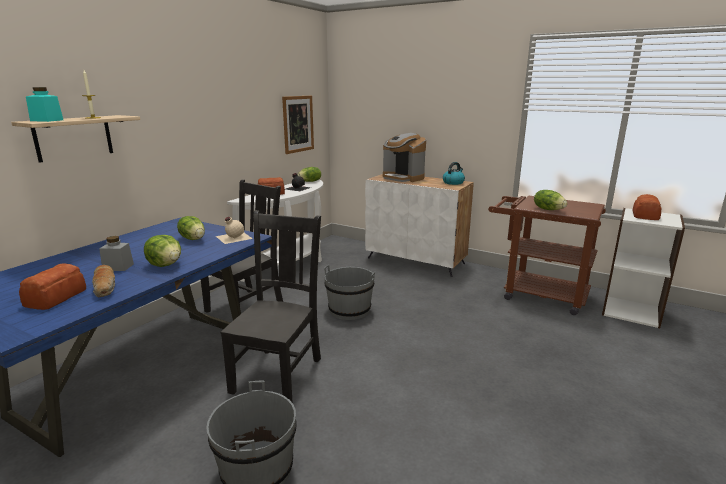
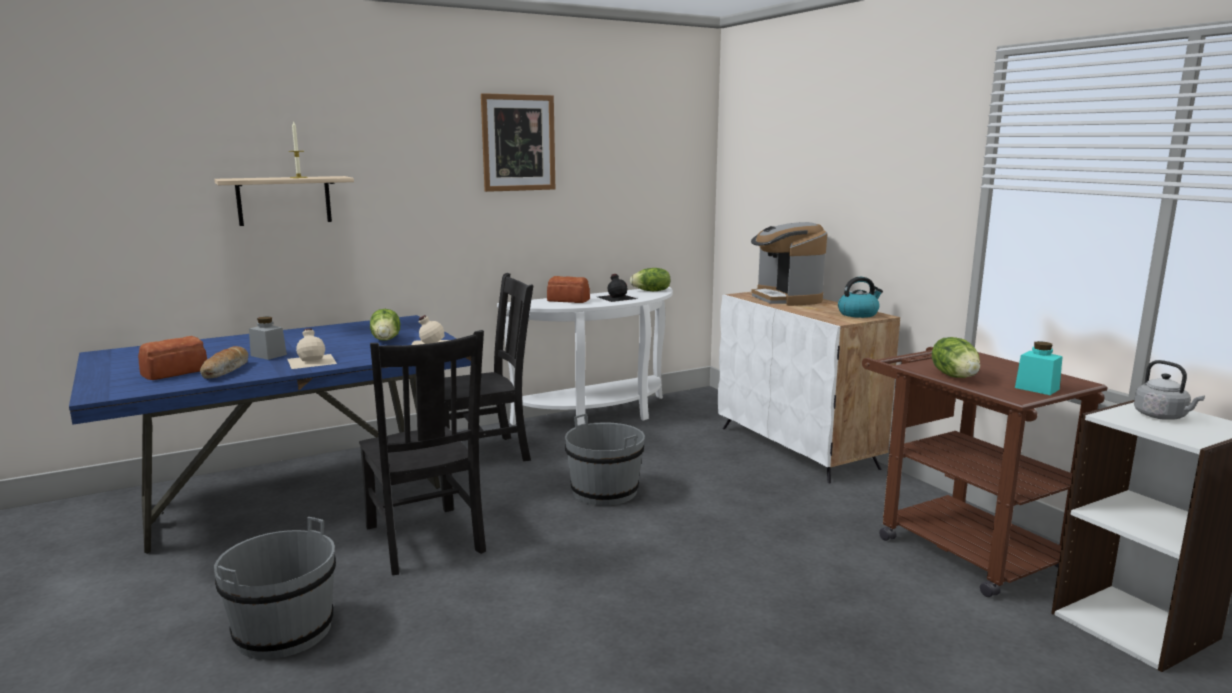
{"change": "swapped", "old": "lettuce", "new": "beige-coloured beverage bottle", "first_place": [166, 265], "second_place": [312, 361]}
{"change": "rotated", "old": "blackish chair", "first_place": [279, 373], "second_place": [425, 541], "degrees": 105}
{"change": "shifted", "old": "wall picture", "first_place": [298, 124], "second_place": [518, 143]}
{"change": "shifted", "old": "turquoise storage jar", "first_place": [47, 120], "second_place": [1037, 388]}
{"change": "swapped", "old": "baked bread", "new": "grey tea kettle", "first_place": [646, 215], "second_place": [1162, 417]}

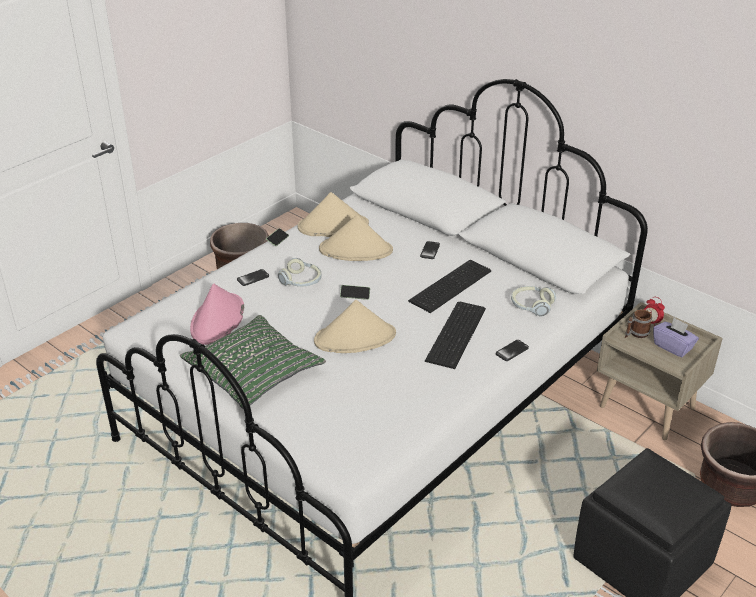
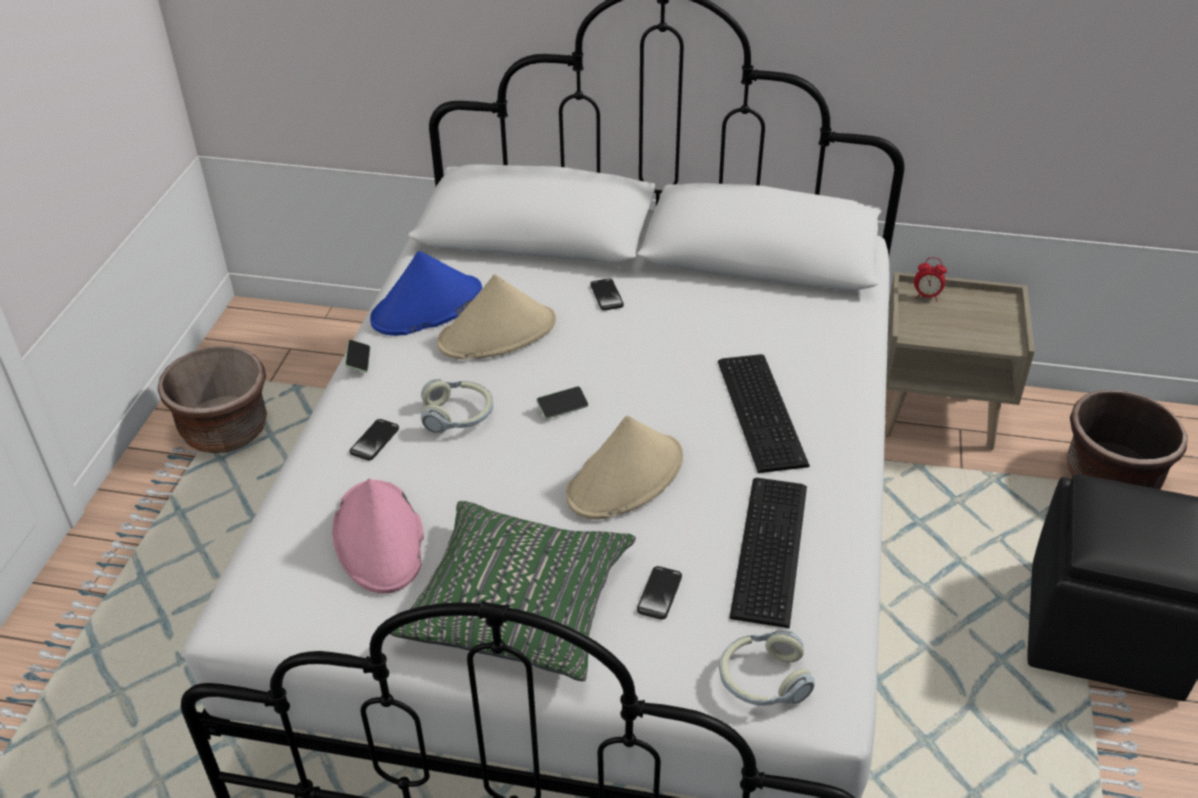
{"change": "repainted", "old": "beige-coloured clothing hat", "new": "blue clothing hat", "first_place": [333, 226], "second_place": [427, 307]}
{"change": "shifted", "old": "telephone", "first_place": [512, 351], "second_place": [659, 594]}
{"change": "shifted", "old": "headphones", "first_place": [531, 306], "second_place": [762, 680]}
{"change": "shifted", "old": "keyboard", "first_place": [448, 286], "second_place": [766, 551]}
{"change": "gone", "old": "coffee mug", "first_place": [636, 334]}
{"change": "gone", "old": "purplish tissue box", "first_place": [673, 347]}

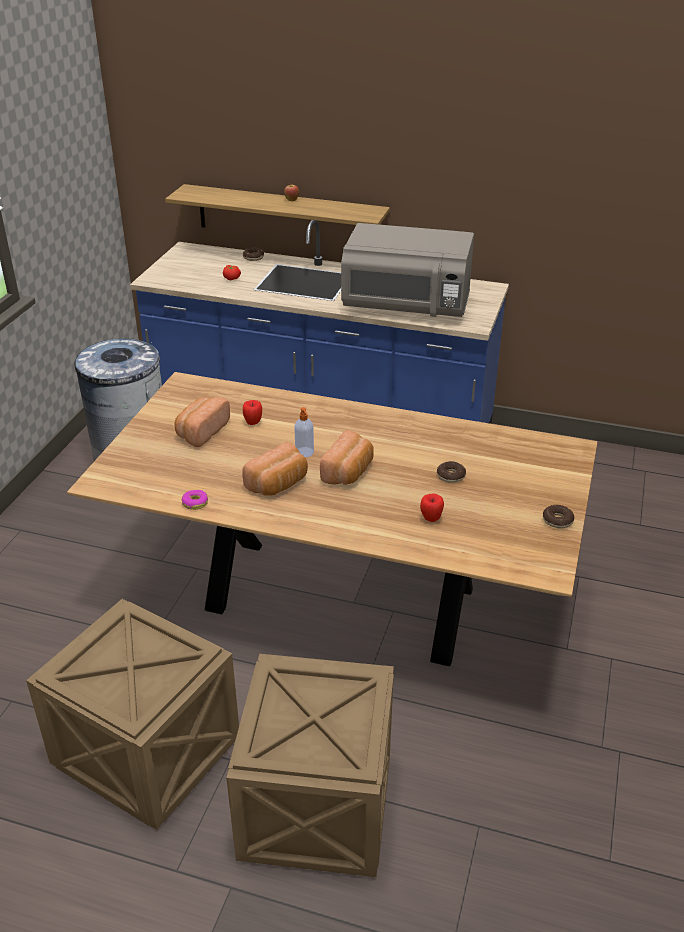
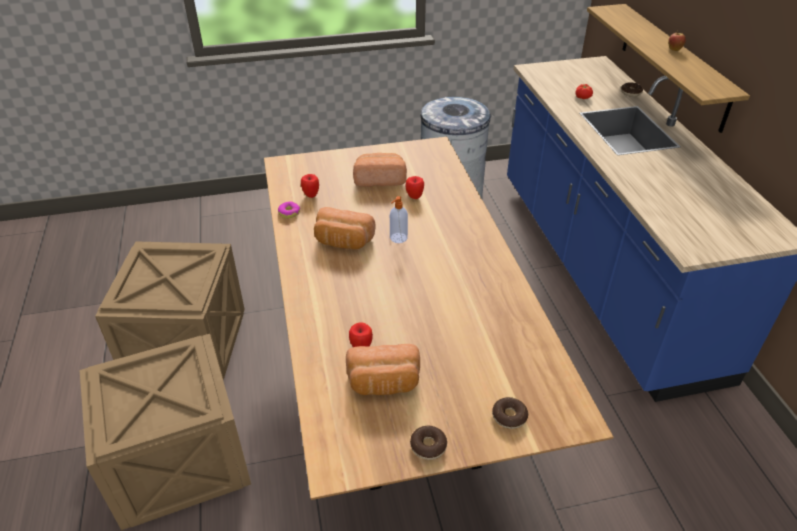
{"change": "new", "new": "apple fruit", "second_place": [311, 195]}
{"change": "shifted", "old": "baked bread", "first_place": [349, 472], "second_place": [384, 384]}
{"change": "shifted", "old": "donut", "first_place": [451, 476], "second_place": [509, 416]}
{"change": "gone", "old": "grey microwave oven", "first_place": [406, 306]}

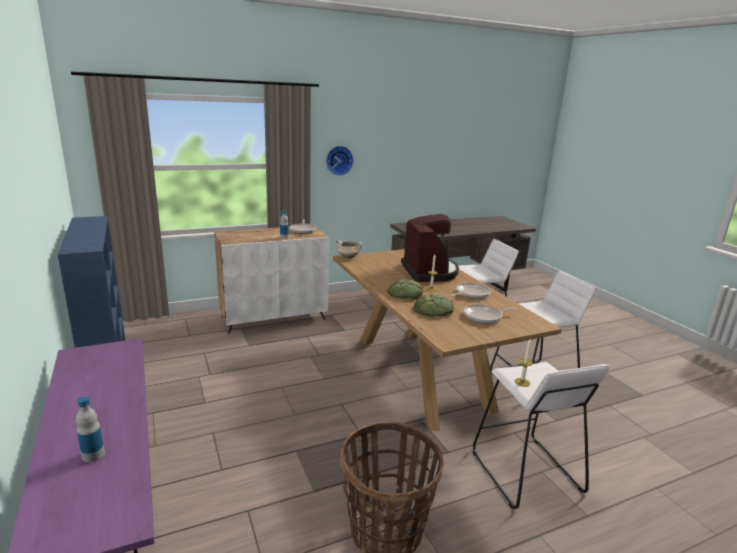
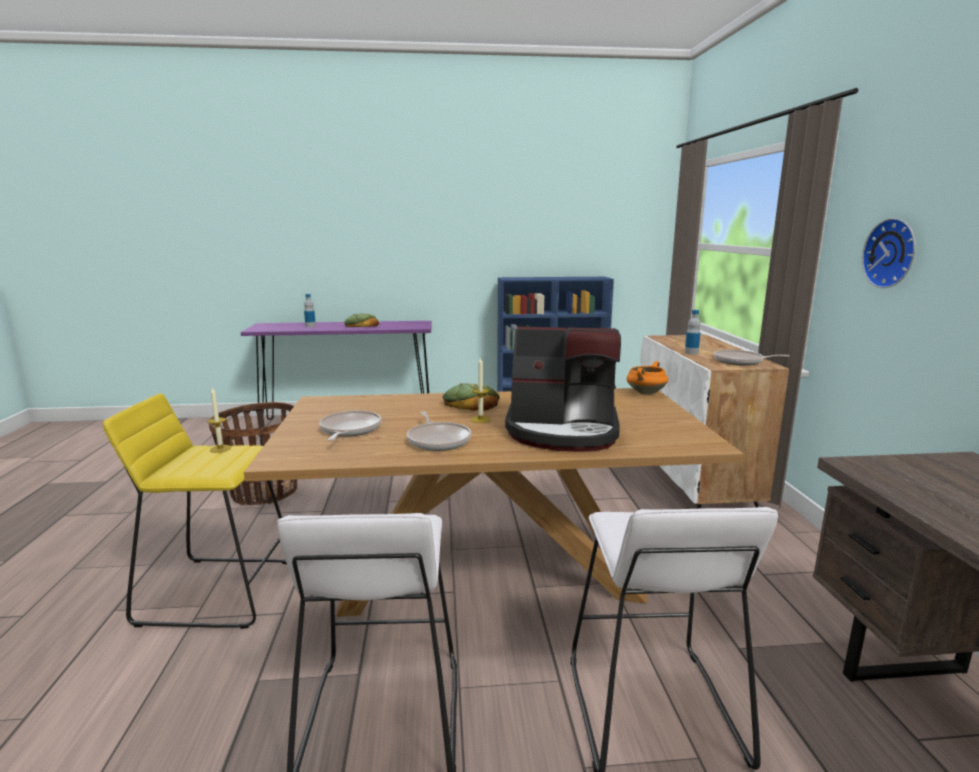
{"change": "repainted", "old": "white sitting stool", "new": "yellow sitting stool", "first_place": [525, 472], "second_place": [219, 590]}
{"change": "shifted", "old": "baked bread", "first_place": [433, 310], "second_place": [361, 325]}
{"change": "repainted", "old": "beige-coloured saucepot", "new": "orange-coloured saucepot", "first_place": [347, 257], "second_place": [645, 393]}

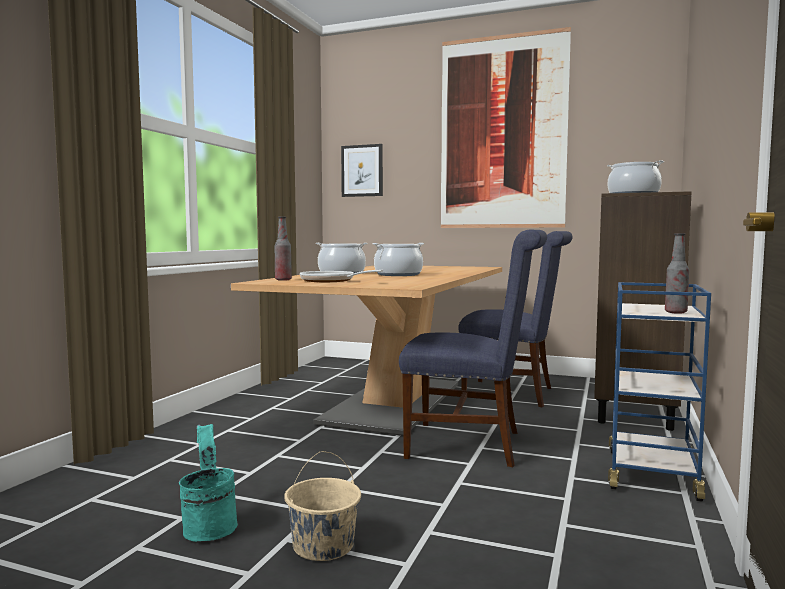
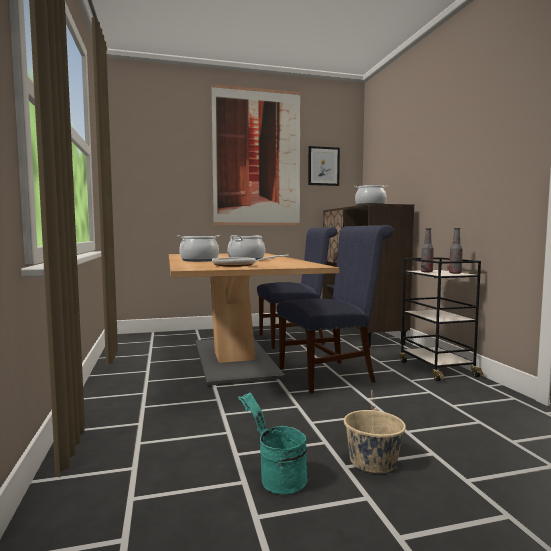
{"change": "shifted", "old": "wall picture", "first_place": [362, 170], "second_place": [323, 166]}
{"change": "repainted", "old": "blue cart", "new": "blackish cart", "first_place": [651, 473], "second_place": [436, 368]}
{"change": "shifted", "old": "beverage bottle", "first_place": [283, 280], "second_place": [426, 272]}

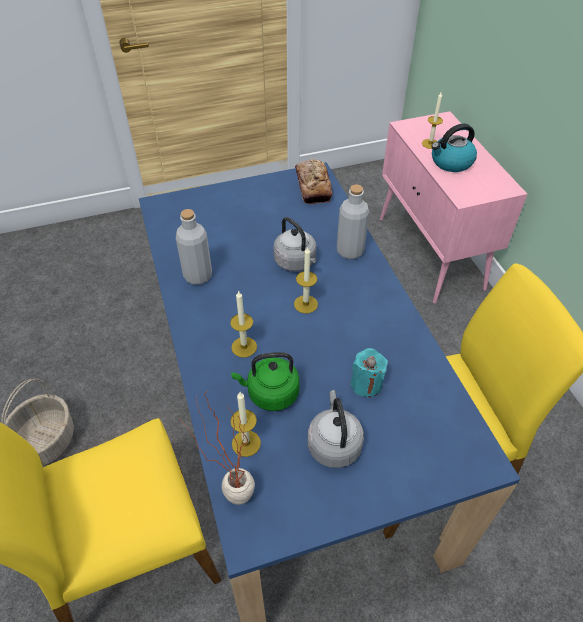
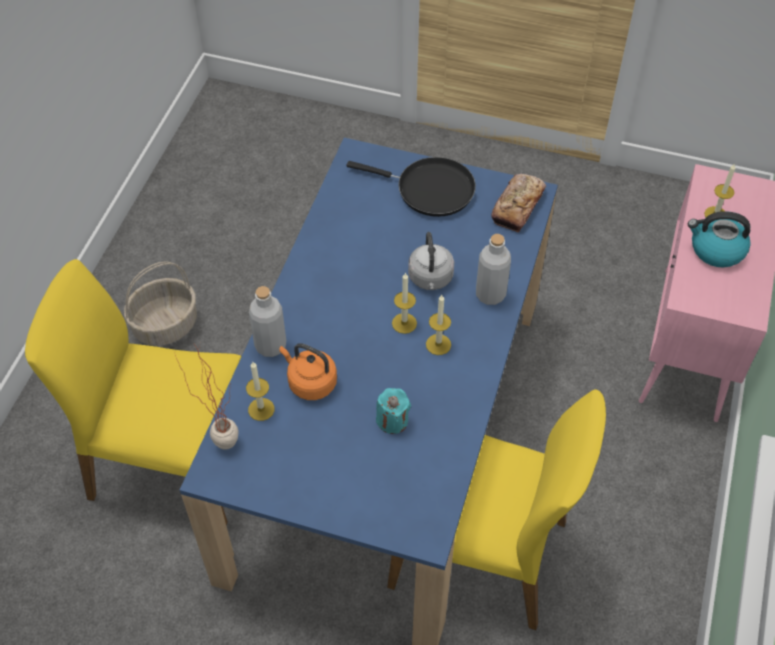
{"change": "shifted", "old": "grey beverage bottle", "first_place": [198, 276], "second_place": [270, 345]}
{"change": "repainted", "old": "green-coloured tea kettle", "new": "orange-coloured tea kettle", "first_place": [270, 393], "second_place": [310, 382]}
{"change": "new", "new": "blackish pan", "second_place": [429, 189]}
{"change": "shifted", "old": "candle", "first_place": [244, 347], "second_place": [438, 344]}
{"change": "gone", "old": "grey tea kettle", "first_place": [333, 443]}

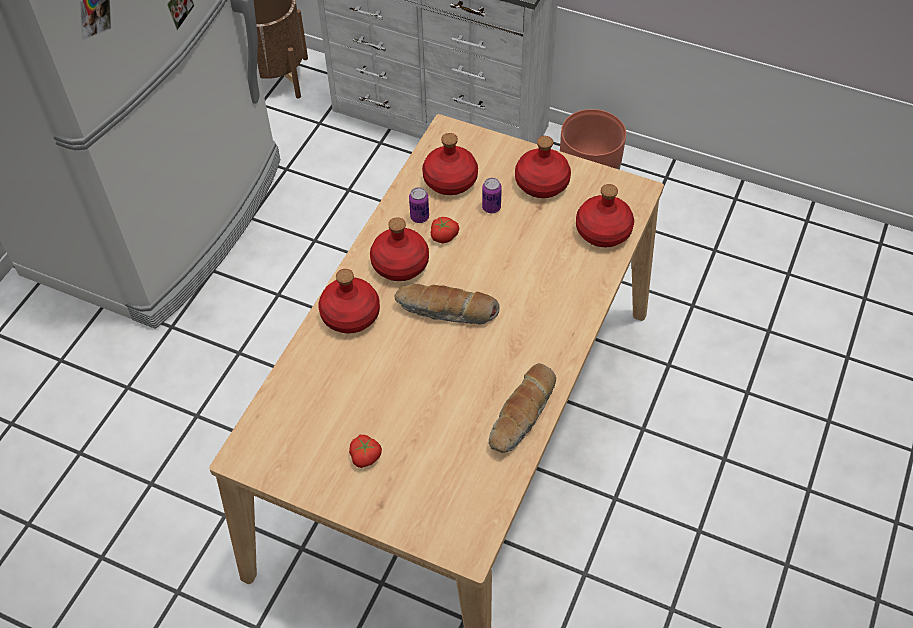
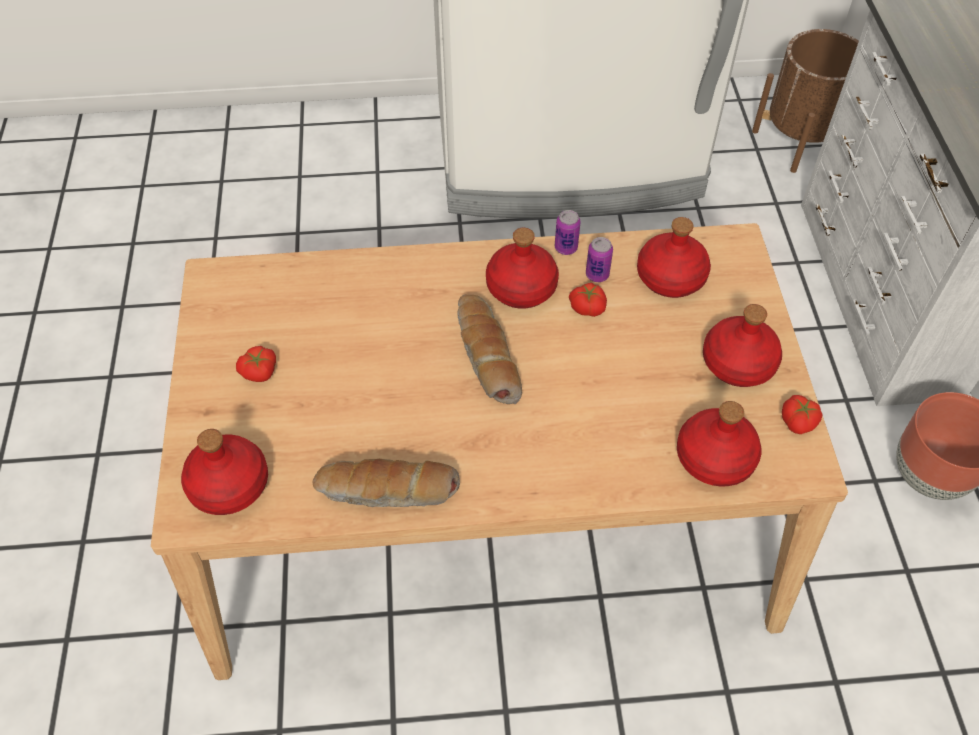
{"change": "shifted", "old": "reddish beverage bottle", "first_place": [351, 314], "second_place": [230, 485]}
{"change": "shifted", "old": "metal can", "first_place": [491, 207], "second_place": [566, 248]}
{"change": "new", "new": "fresh tomato", "second_place": [798, 421]}

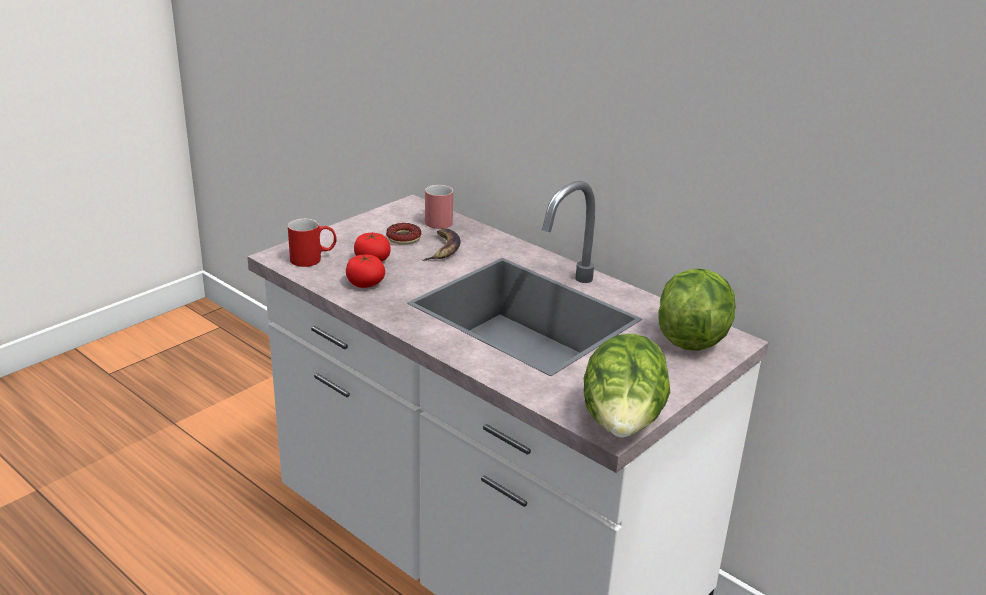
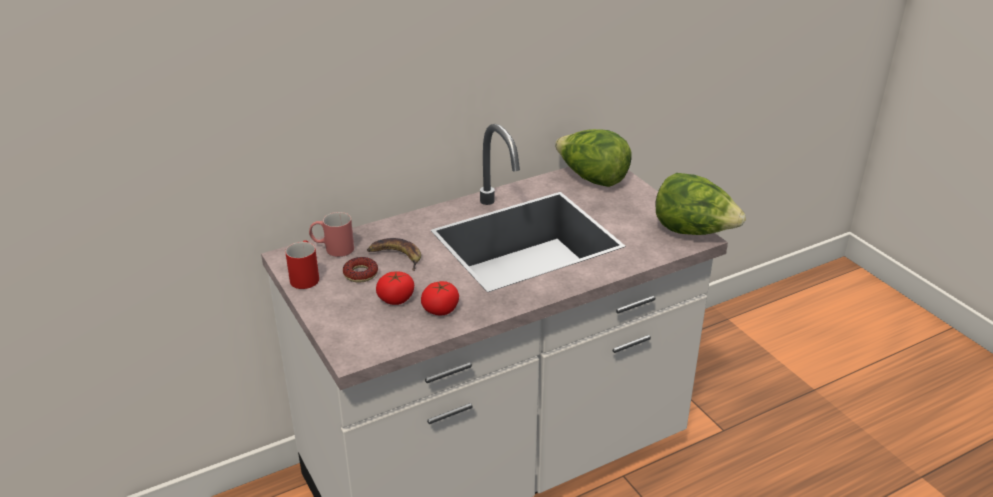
{"change": "shifted", "old": "reddish coffee mug", "first_place": [313, 259], "second_place": [306, 276]}

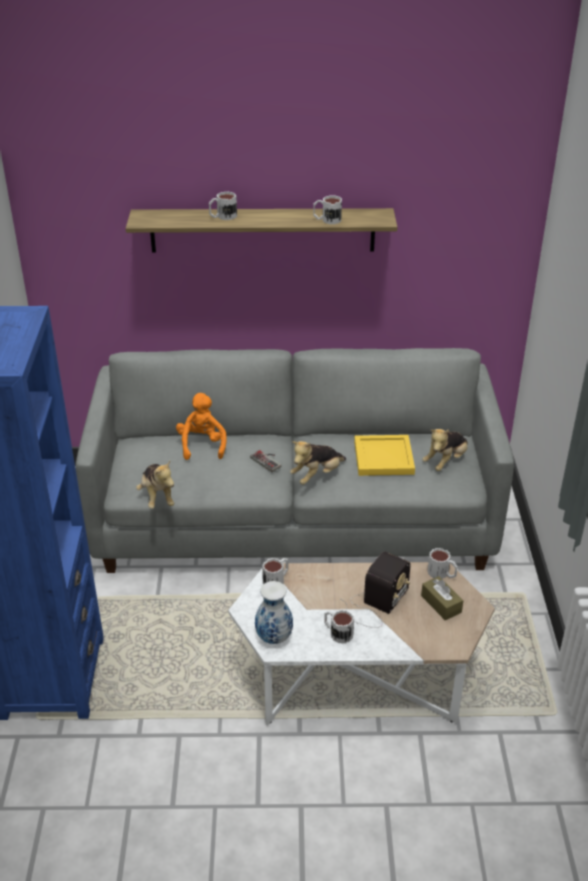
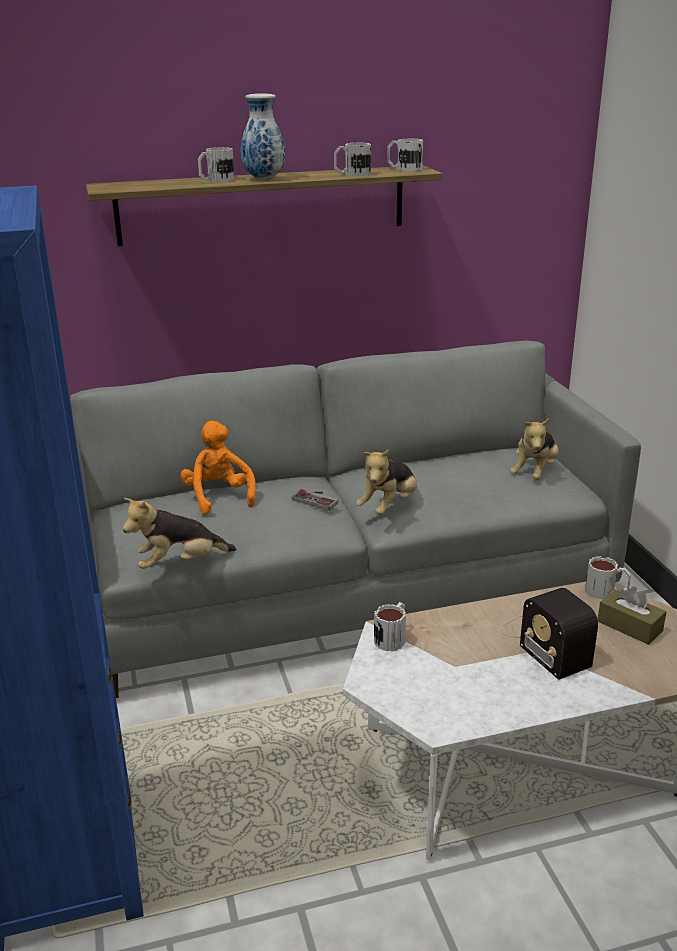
{"change": "rotated", "old": "cuddly toy", "first_place": [157, 497], "second_place": [179, 563], "degrees": 105}
{"change": "shifted", "old": "flower vase", "first_place": [273, 637], "second_place": [263, 179]}
{"change": "shifted", "old": "coffee mug", "first_place": [337, 632], "second_place": [404, 169]}
{"change": "rotated", "old": "radio", "first_place": [375, 604], "second_place": [544, 642], "degrees": 135}
{"change": "gone", "old": "yellow carrying tray", "first_place": [382, 457]}

